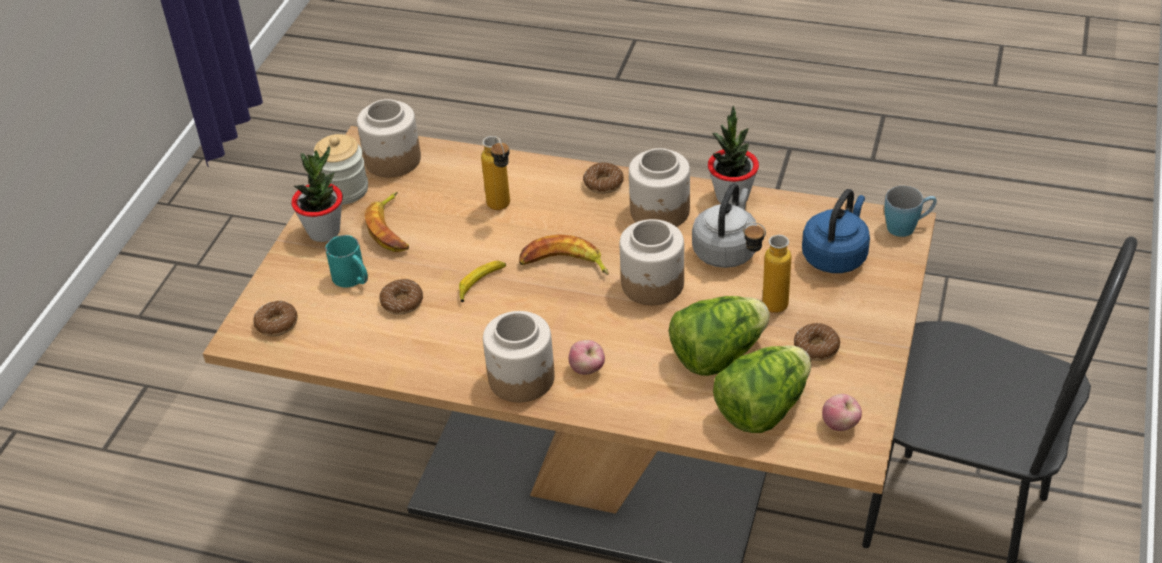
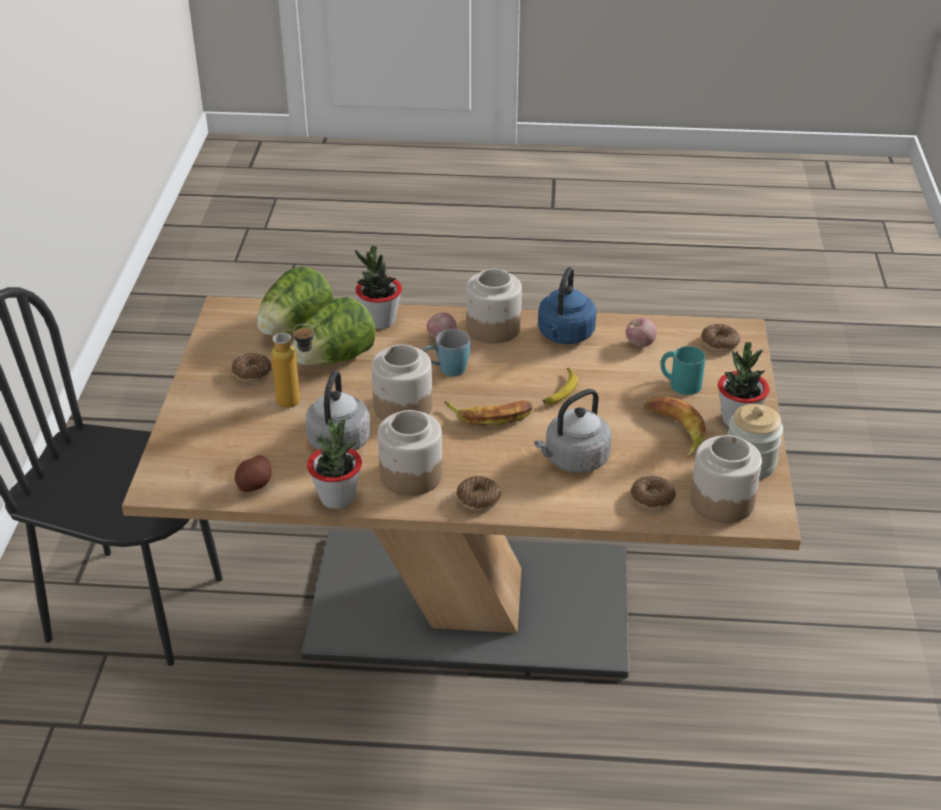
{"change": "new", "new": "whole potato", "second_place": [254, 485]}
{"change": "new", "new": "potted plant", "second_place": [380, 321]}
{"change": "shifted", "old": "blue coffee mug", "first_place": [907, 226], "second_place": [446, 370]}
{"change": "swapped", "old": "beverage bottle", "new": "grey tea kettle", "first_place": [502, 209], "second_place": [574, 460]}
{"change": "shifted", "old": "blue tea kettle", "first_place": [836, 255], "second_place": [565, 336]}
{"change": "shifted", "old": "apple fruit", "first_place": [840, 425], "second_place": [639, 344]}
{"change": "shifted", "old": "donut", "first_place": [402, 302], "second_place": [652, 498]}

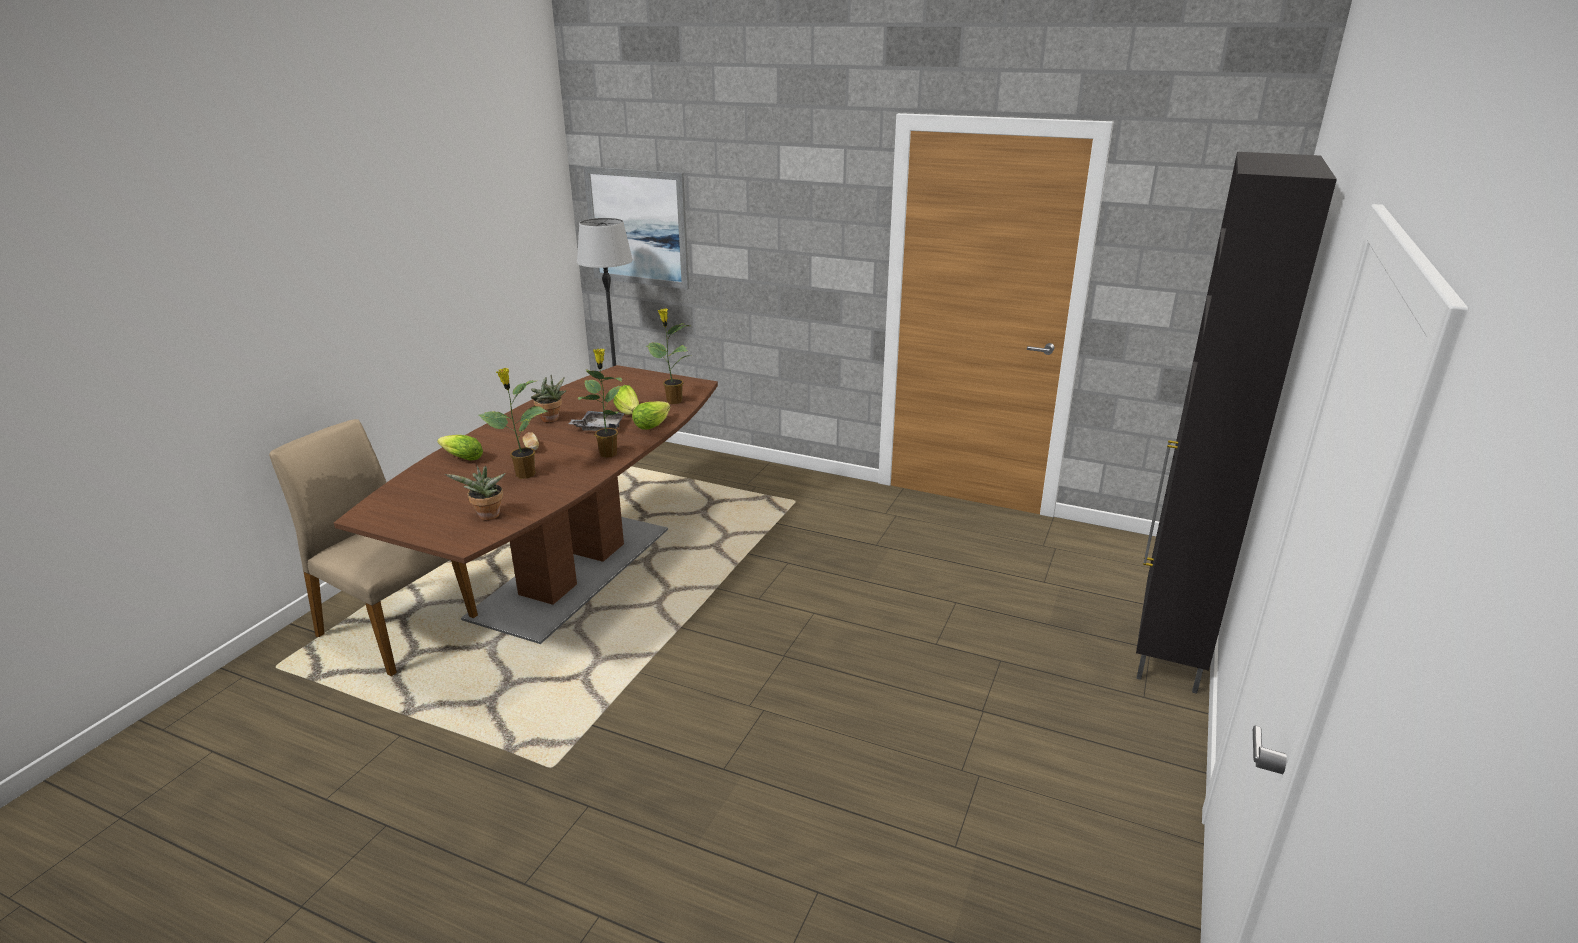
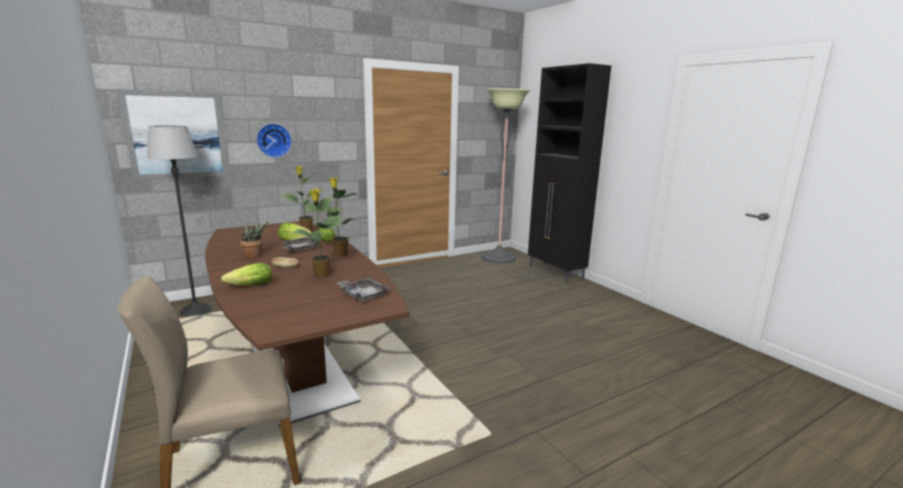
{"change": "new", "new": "hanging clock", "second_place": [273, 140]}
{"change": "swapped", "old": "potted plant", "new": "grey carrying tray", "first_place": [487, 517], "second_place": [363, 295]}
{"change": "new", "new": "standard lamp", "second_place": [498, 258]}

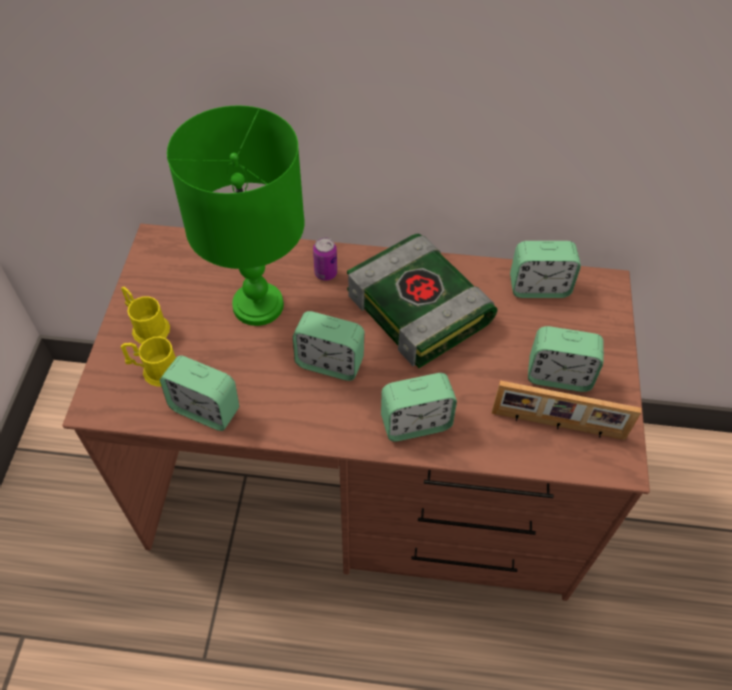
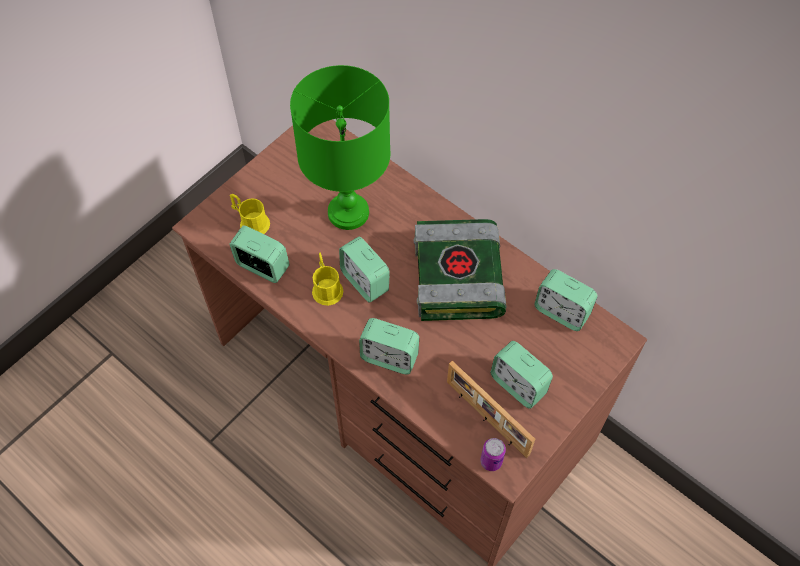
{"change": "rotated", "old": "alarm clock", "first_place": [205, 409], "second_place": [262, 267], "degrees": 150}
{"change": "shifted", "old": "yellow coffee mug", "first_place": [147, 326], "second_place": [326, 287]}
{"change": "shifted", "old": "metal can", "first_place": [325, 273], "second_place": [491, 461]}

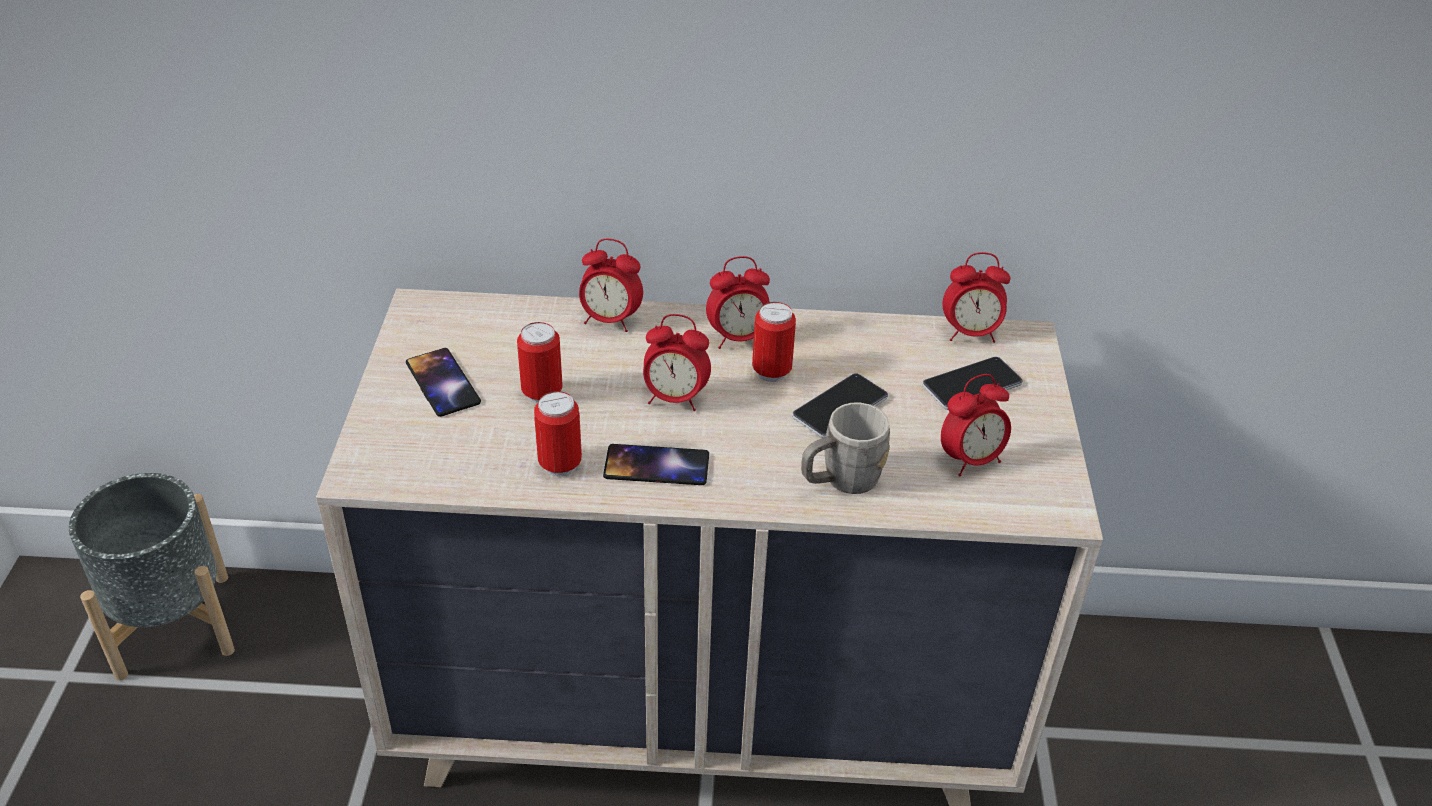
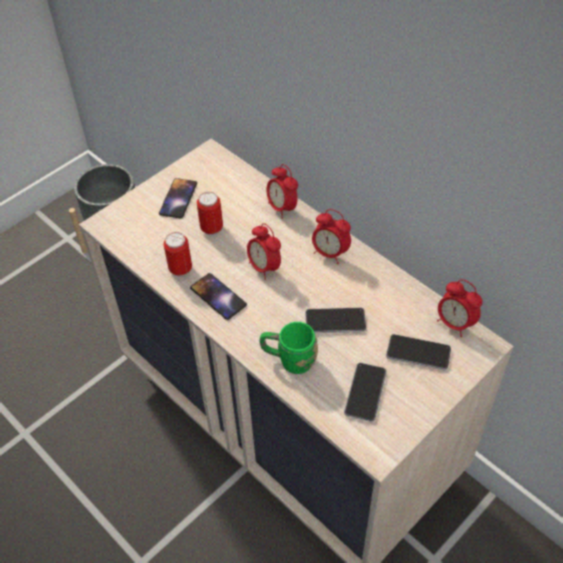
{"change": "repainted", "old": "grey coffee mug", "new": "green-coloured coffee mug", "first_place": [841, 481], "second_place": [289, 360]}
{"change": "swapped", "old": "alarm clock", "new": "telephone", "first_place": [970, 460], "second_place": [365, 392]}
{"change": "gone", "old": "metal can", "first_place": [771, 371]}

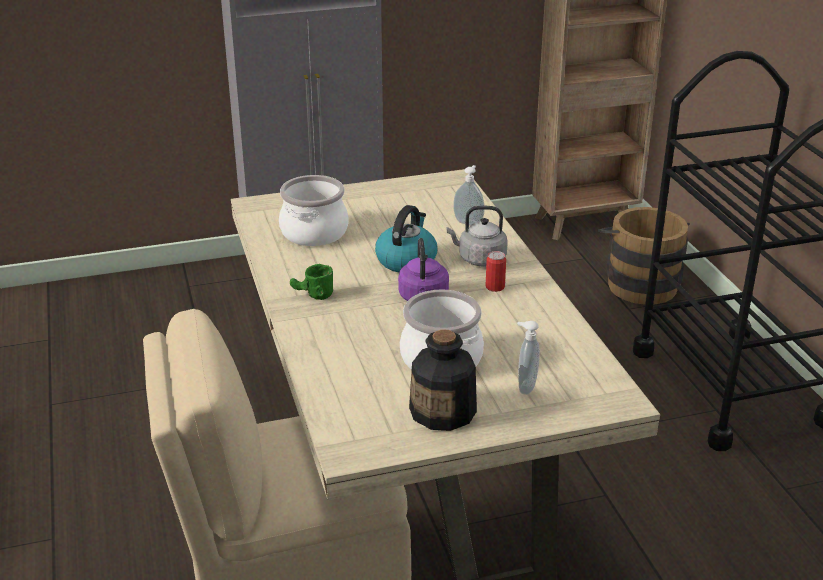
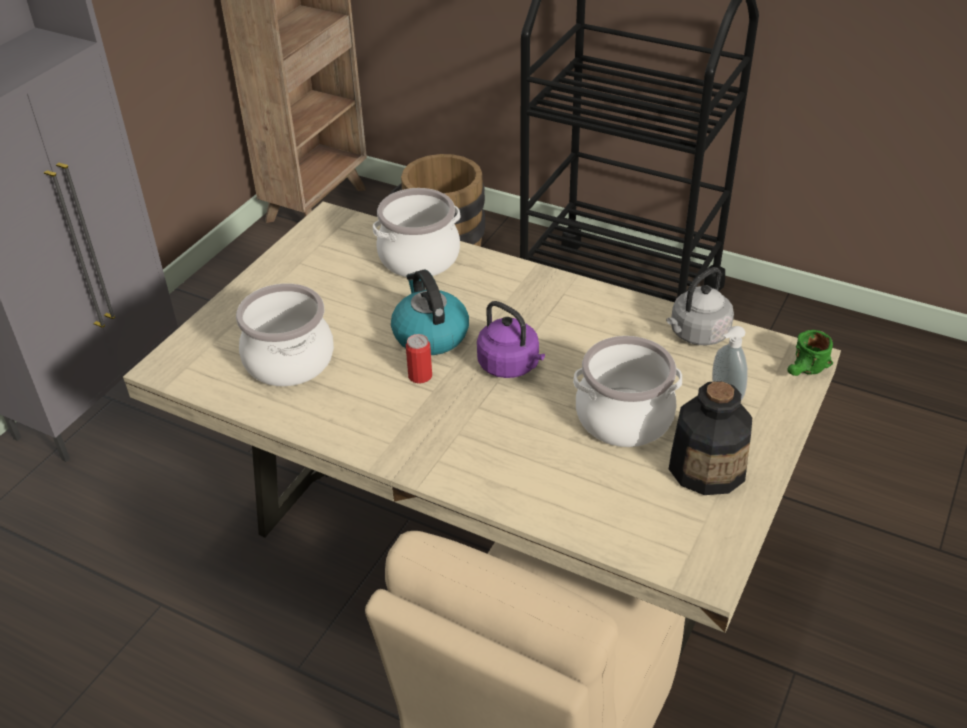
{"change": "swapped", "old": "soap bottle", "new": "saucepot", "first_place": [469, 222], "second_place": [419, 258]}
{"change": "shifted", "old": "metal can", "first_place": [495, 287], "second_place": [420, 376]}
{"change": "shifted", "old": "grey tea kettle", "first_place": [479, 259], "second_place": [697, 334]}
{"change": "shifted", "old": "green-coloured coffee mug", "first_place": [312, 295], "second_place": [805, 372]}

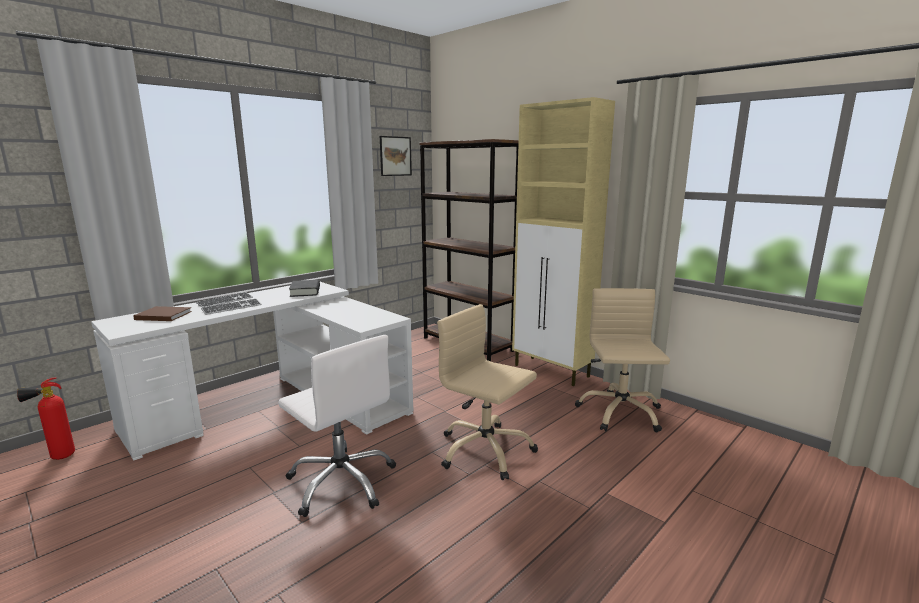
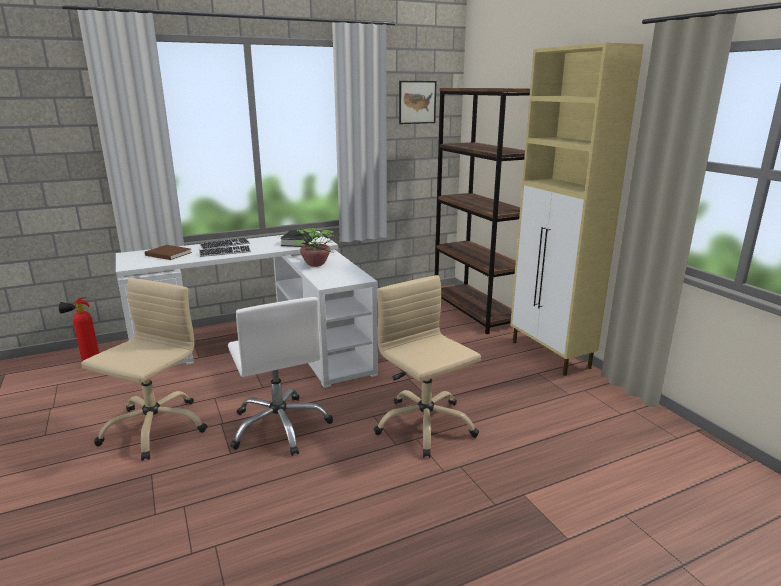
{"change": "shifted", "old": "beige-coloured office chair", "first_place": [619, 412], "second_place": [154, 428]}
{"change": "new", "new": "potted plant", "second_place": [316, 265]}

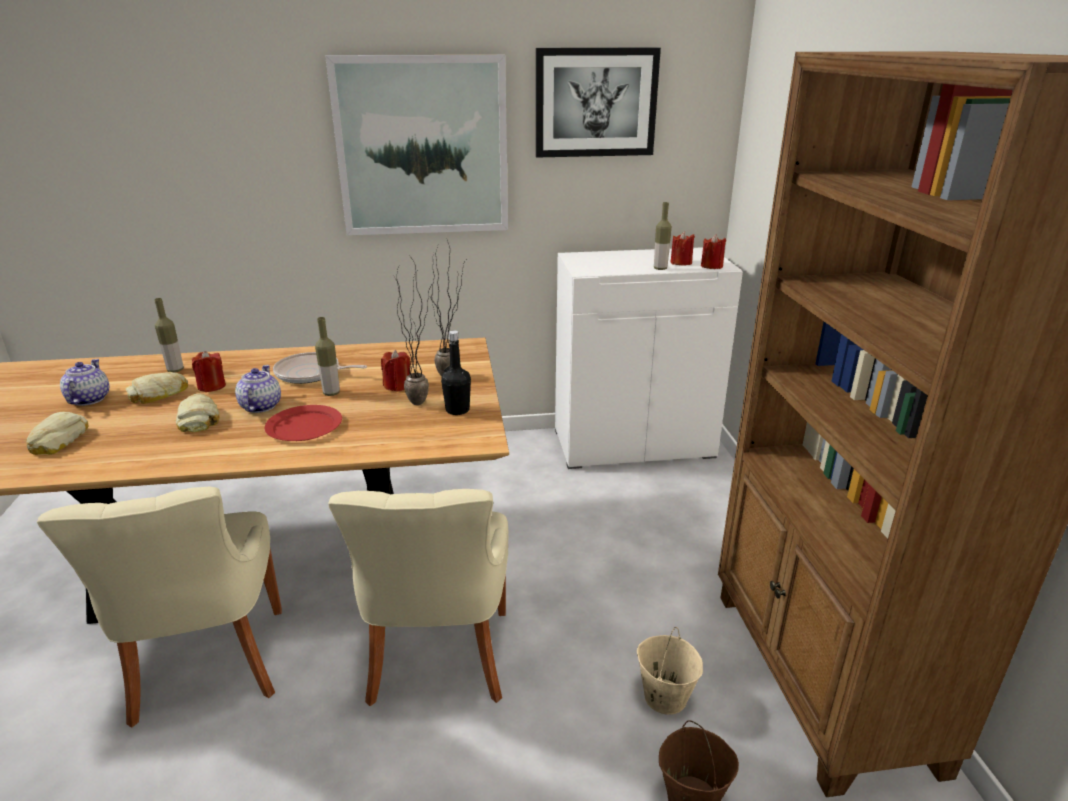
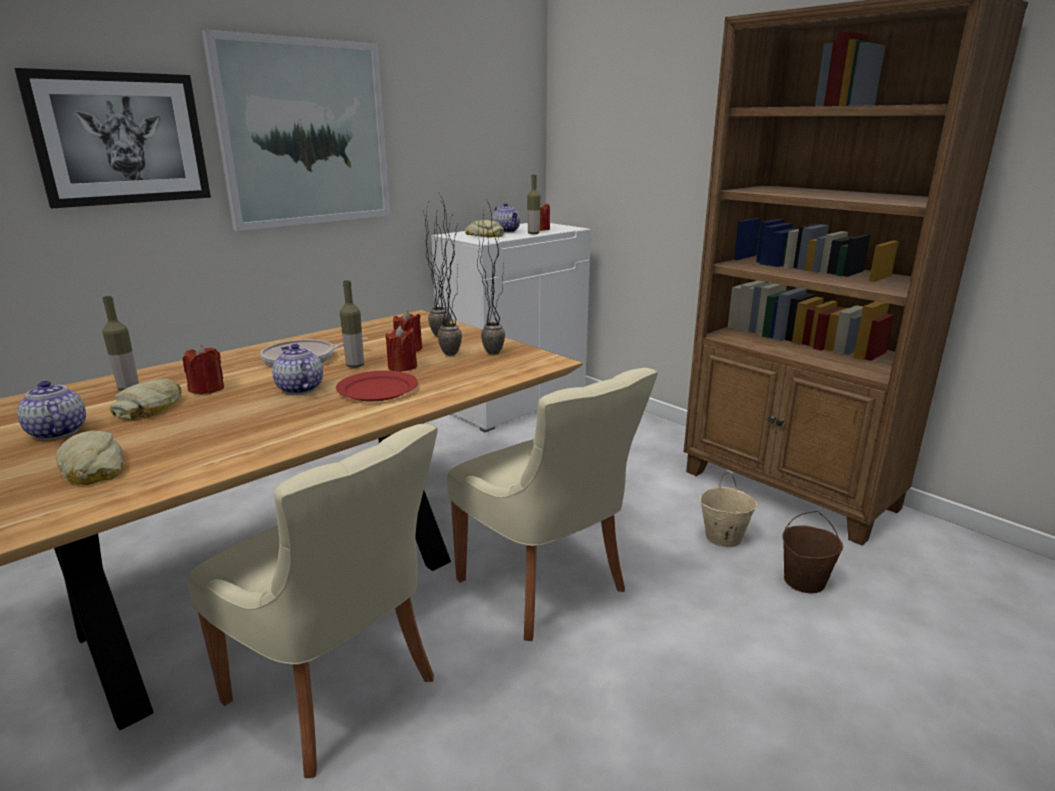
{"change": "shifted", "old": "wall picture", "first_place": [595, 103], "second_place": [121, 139]}
{"change": "shifted", "old": "reddish candle", "first_place": [711, 266], "second_place": [402, 367]}
{"change": "shifted", "old": "baked bread", "first_place": [199, 419], "second_place": [485, 235]}
{"change": "swapped", "old": "blackish beverage bottle", "new": "potted plant", "first_place": [457, 410], "second_place": [493, 351]}
{"change": "new", "new": "tea pot", "second_place": [506, 231]}

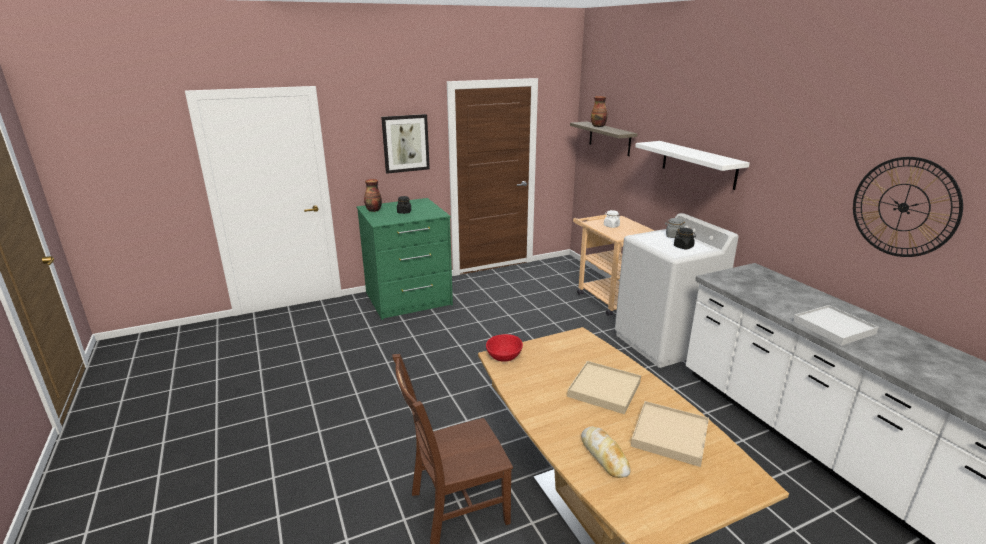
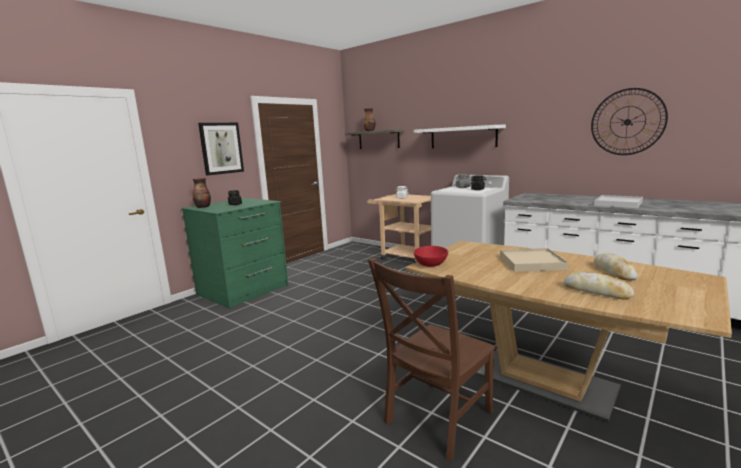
{"change": "swapped", "old": "beige-coloured carrying tray", "new": "baked bread", "first_place": [670, 436], "second_place": [614, 272]}

